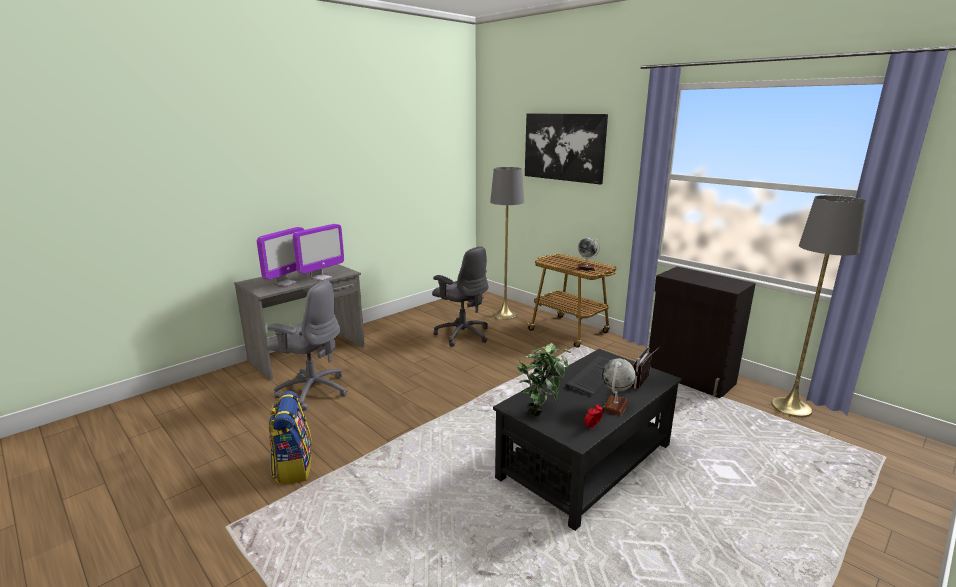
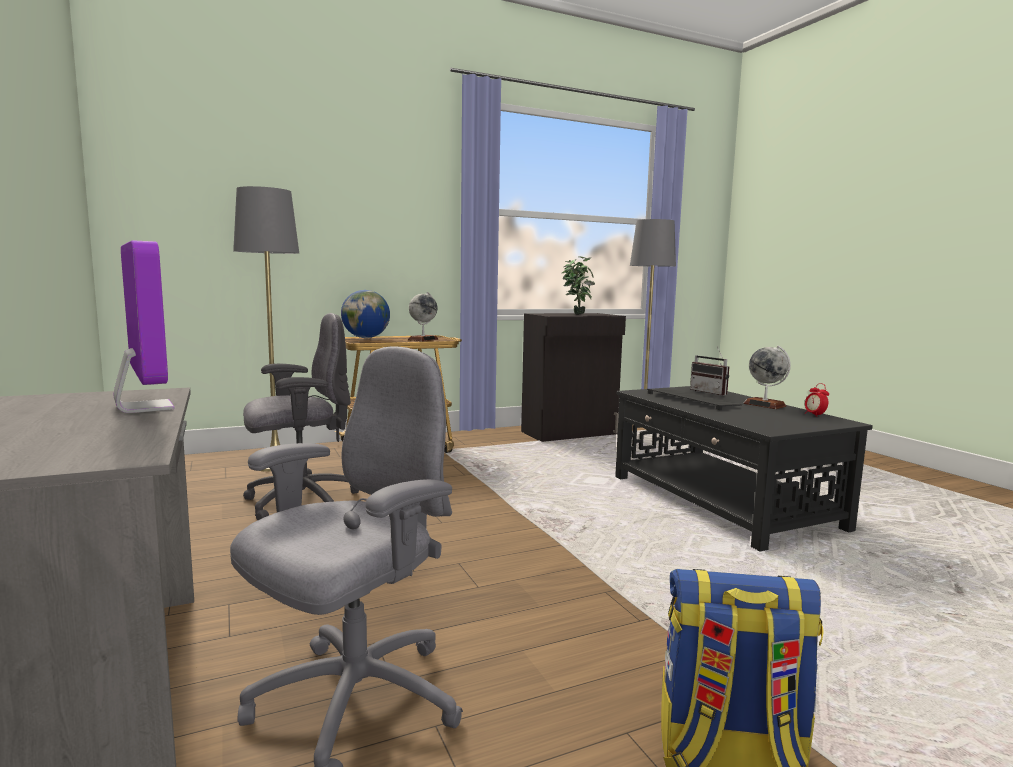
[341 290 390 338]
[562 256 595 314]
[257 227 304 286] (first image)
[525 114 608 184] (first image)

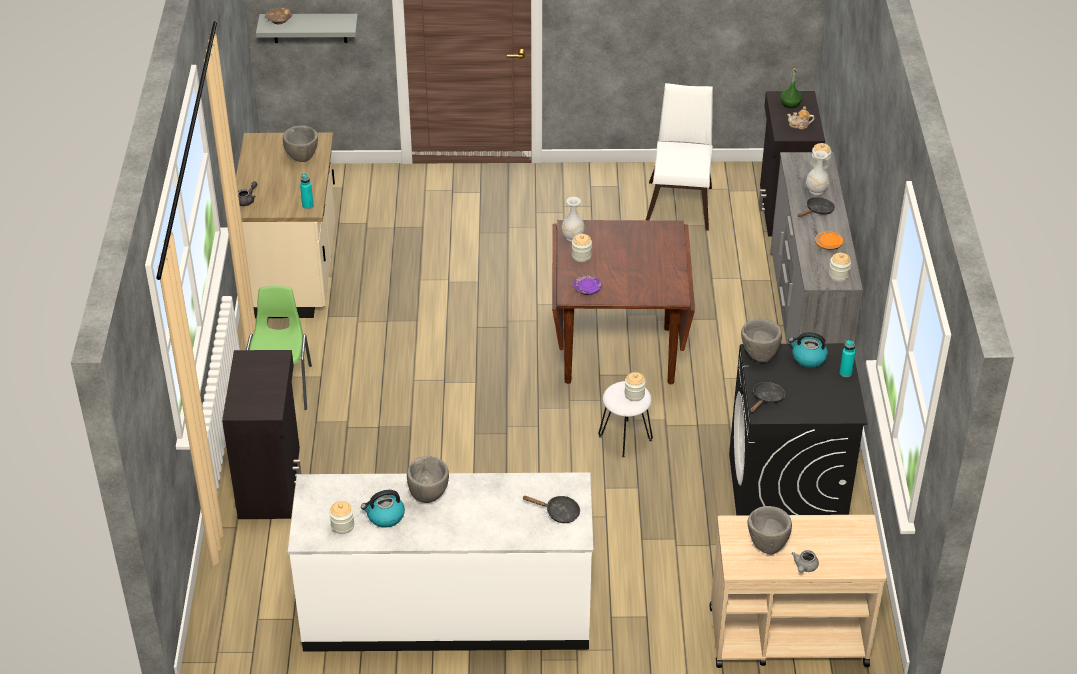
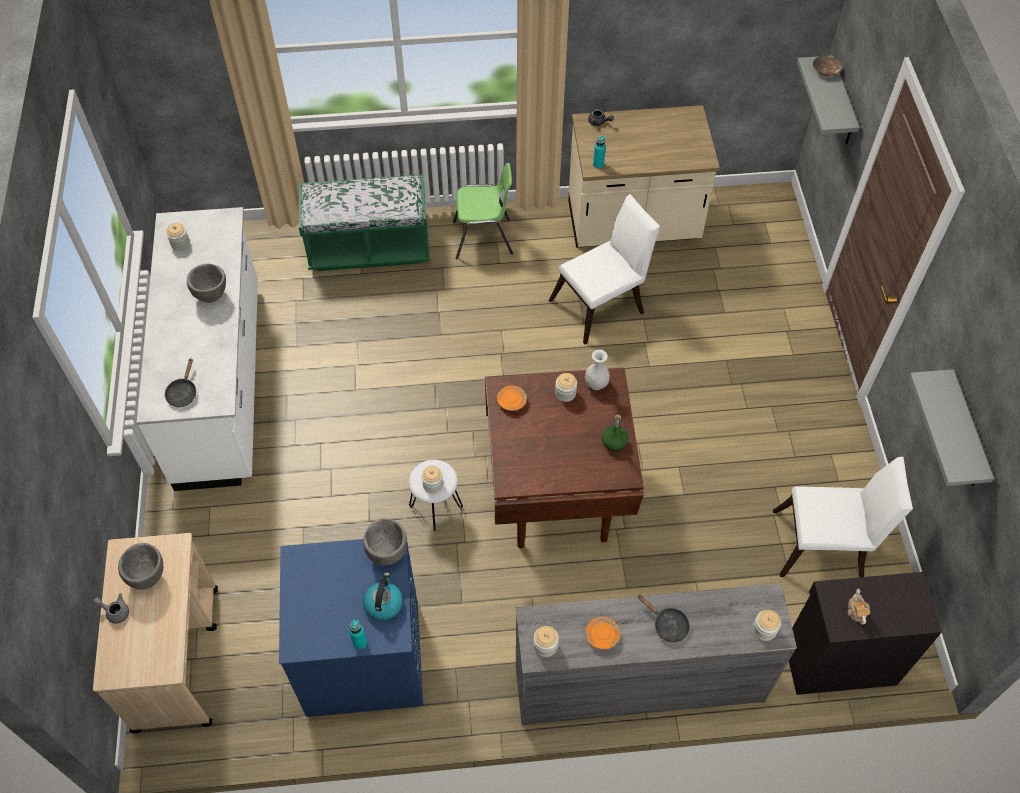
[279 539 423 717]
[299 174 430 271]
[497 386 527 411]
[548 194 660 344]
[602 414 628 451]
[909 369 994 486]
[283 126 318 162] (first image)
[361 490 405 528] (first image)
[750 382 785 412] (first image)
[806 150 829 195] (first image)

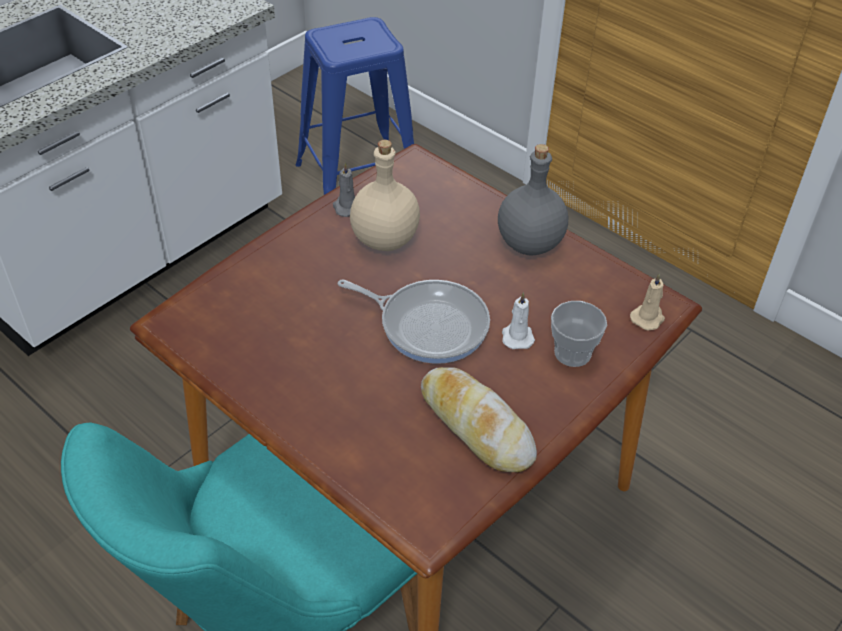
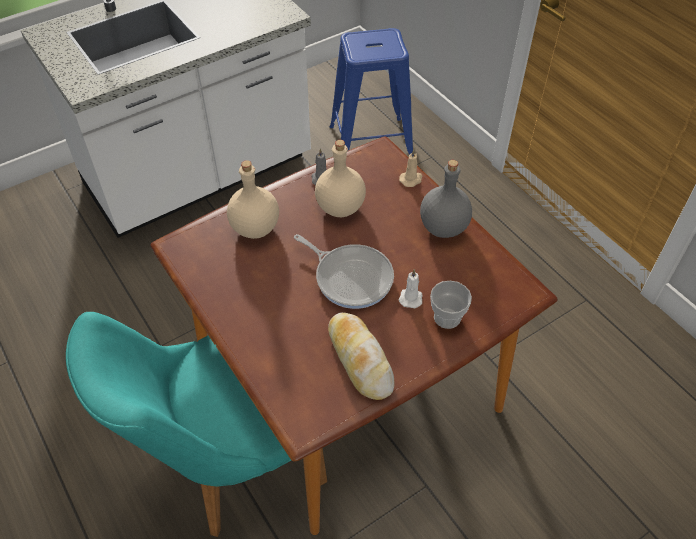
[227 160 279 239]
[399 149 422 187]

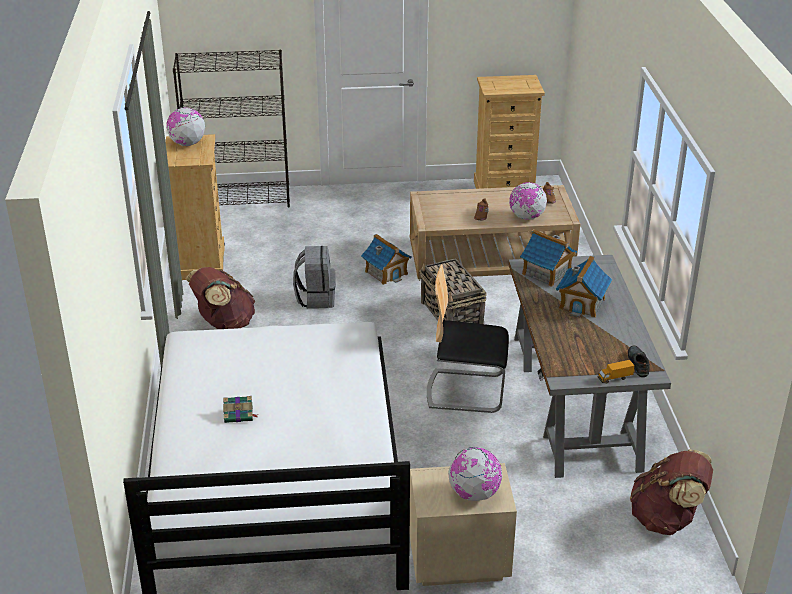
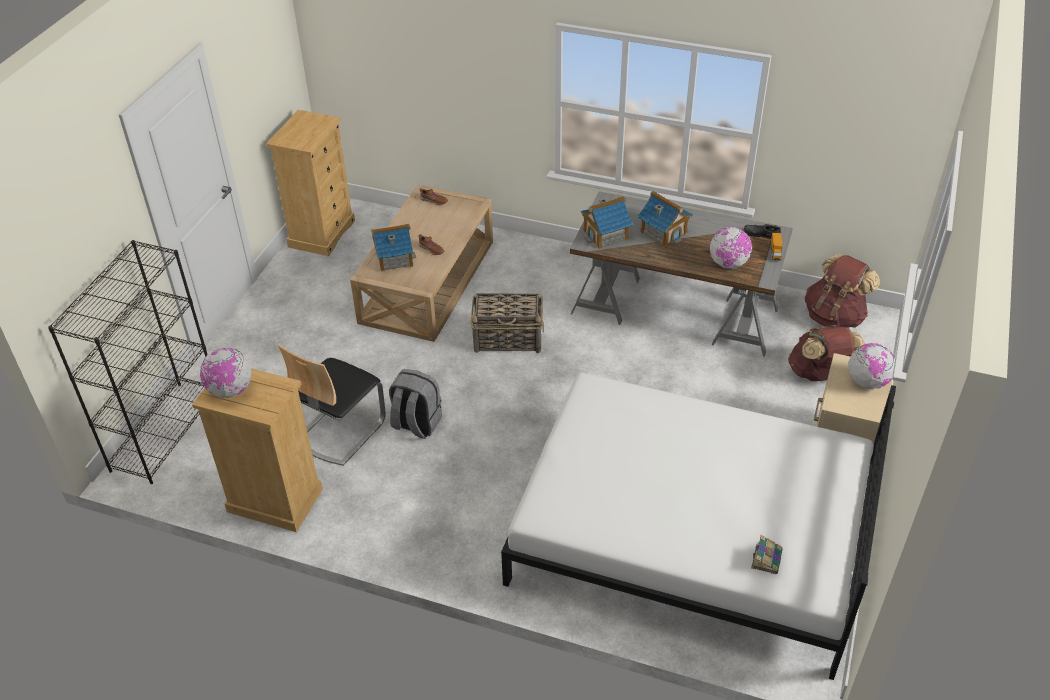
[278 344 386 466]
[371 224 416 272]
[710 227 752 269]
[751 535 783 574]
[788 325 865 381]

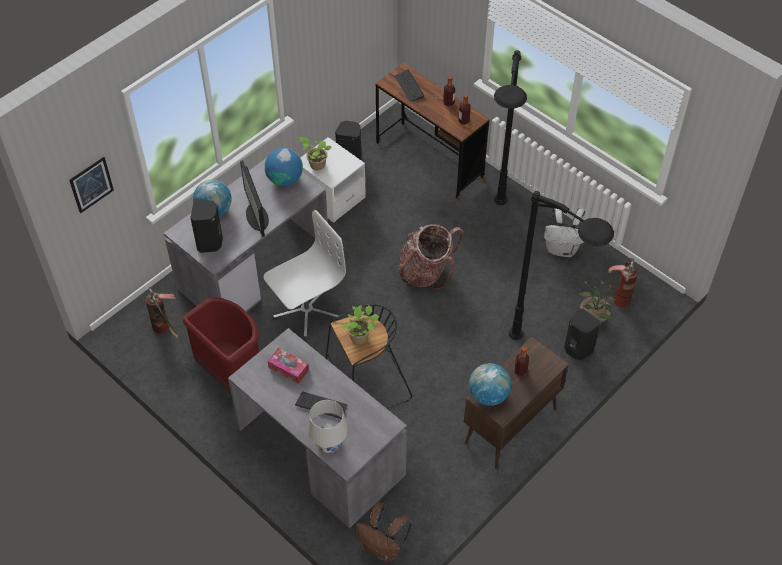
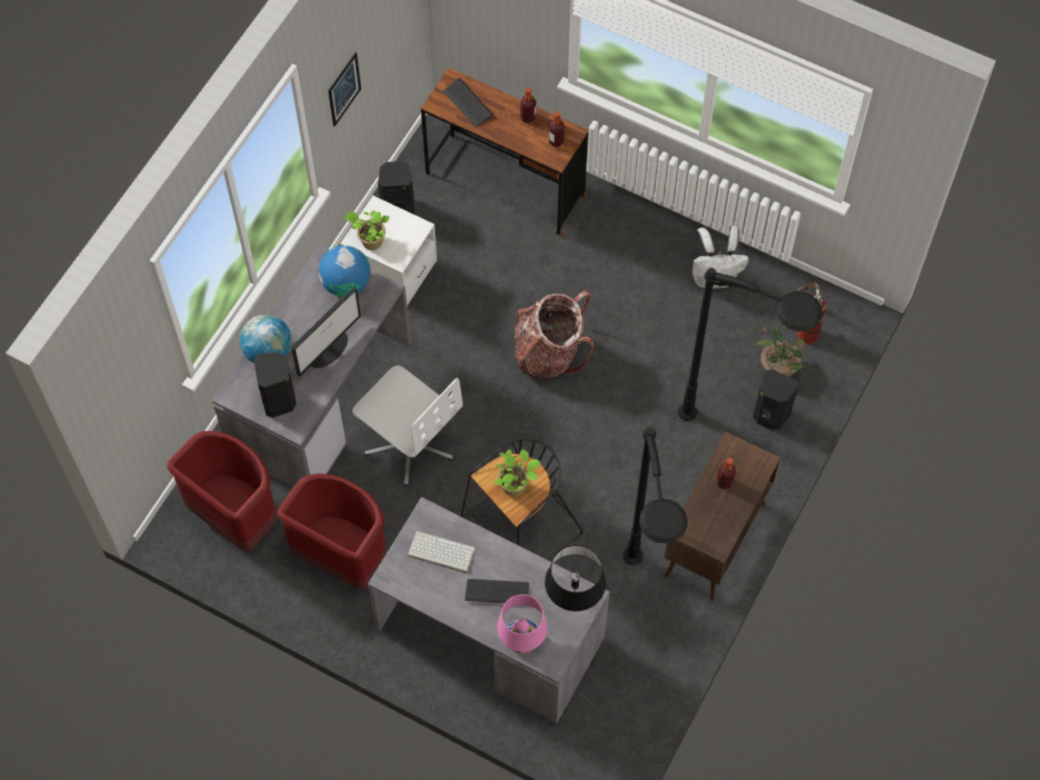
[167 431 277 551]
[291 287 361 376]
[328 52 361 127]
[352 365 463 487]
[408 531 475 573]
[497 594 547 653]
[545 545 606 611]
[623 427 688 565]
[355 502 412 563] (first image)
[469 363 511 406] (first image)

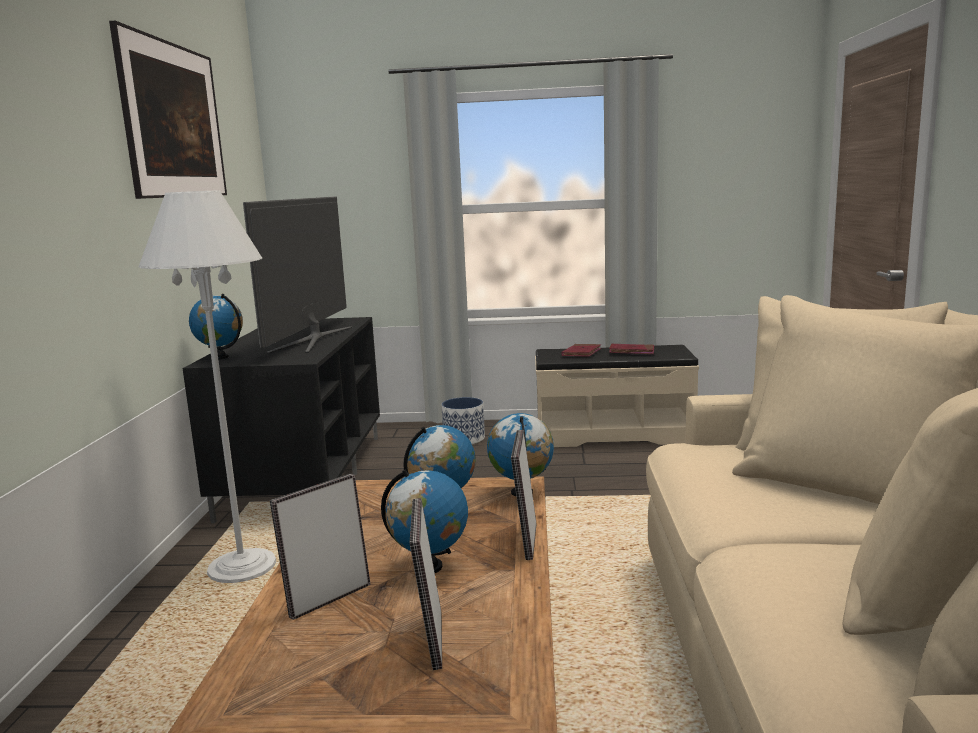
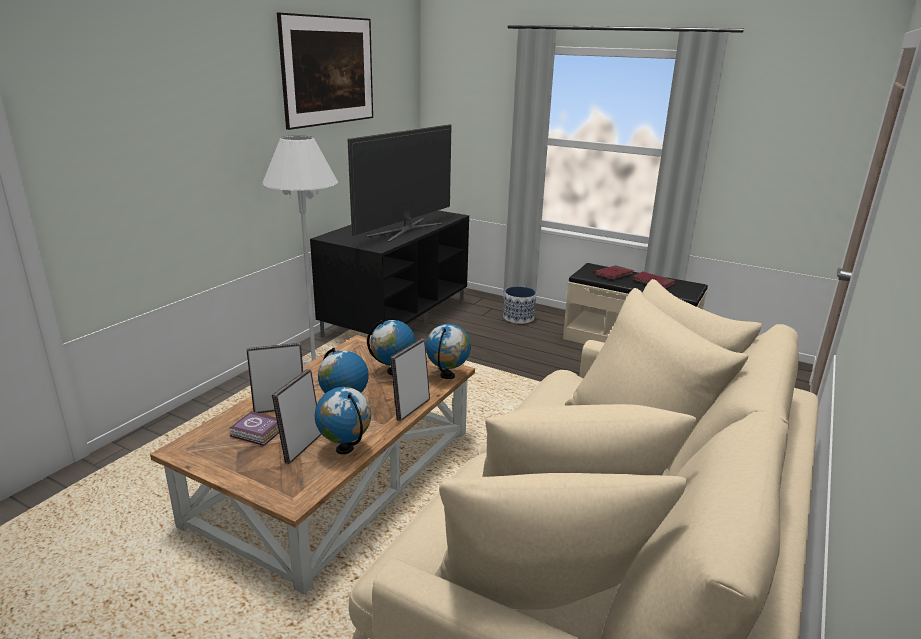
[230 411 279 446]
[315 387 371 454]

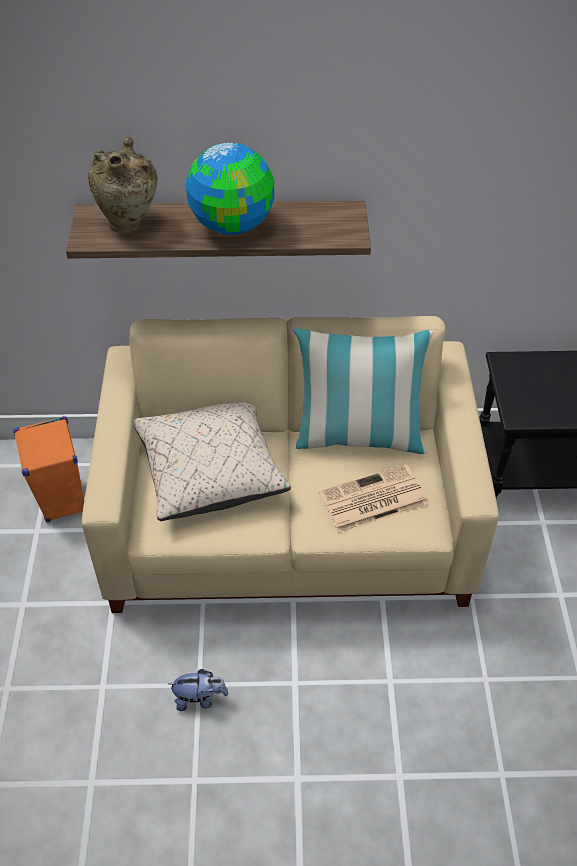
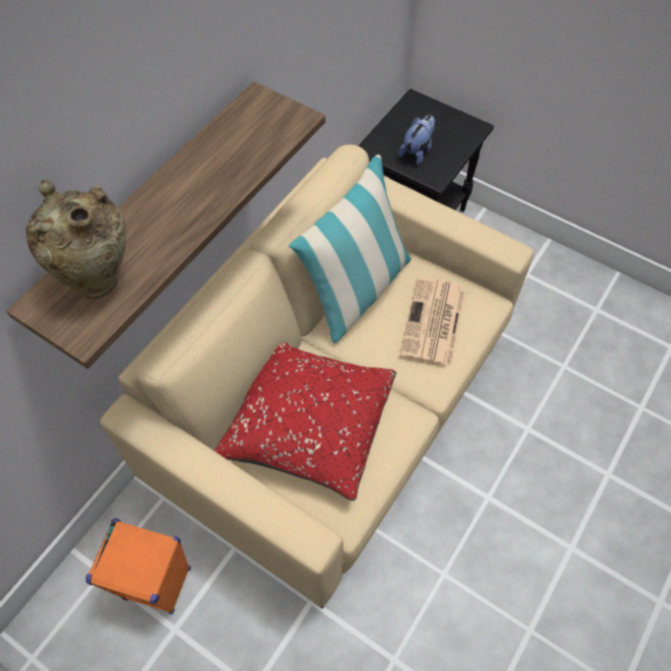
[214 342 397 501]
[399 115 435 165]
[186 143 274 235] (first image)

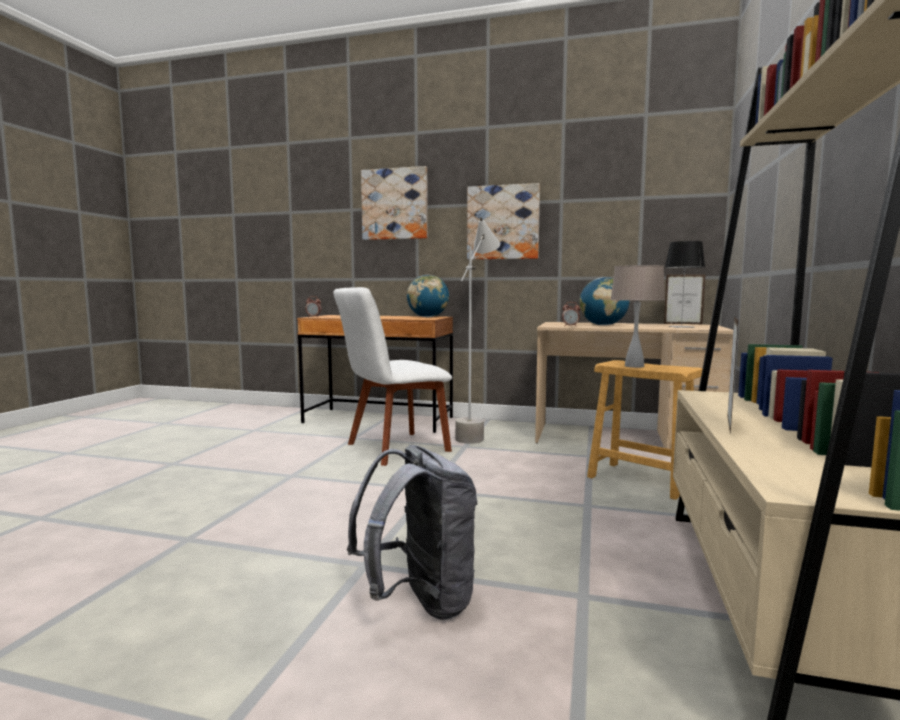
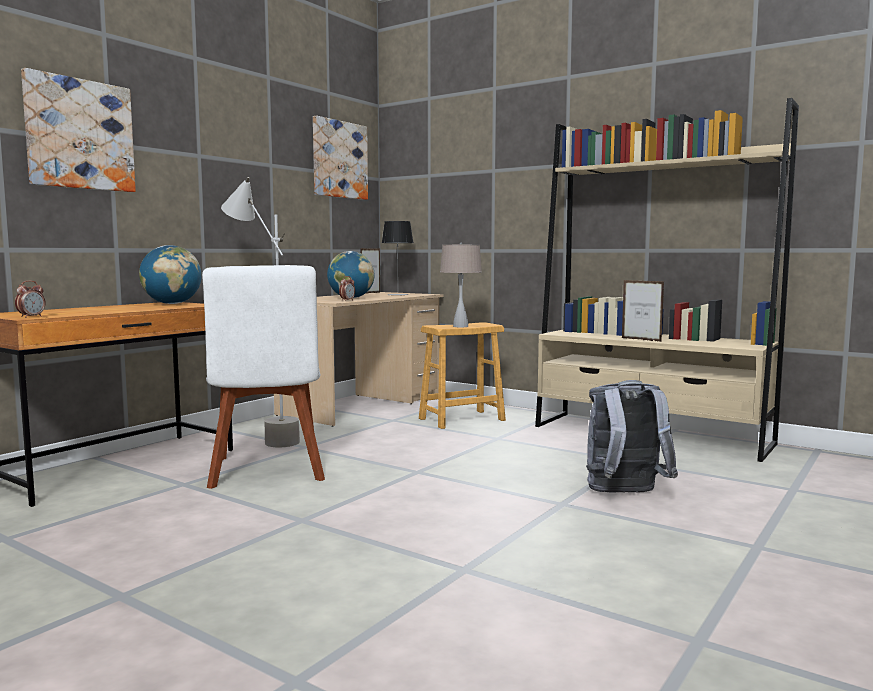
[313 116 368 200]

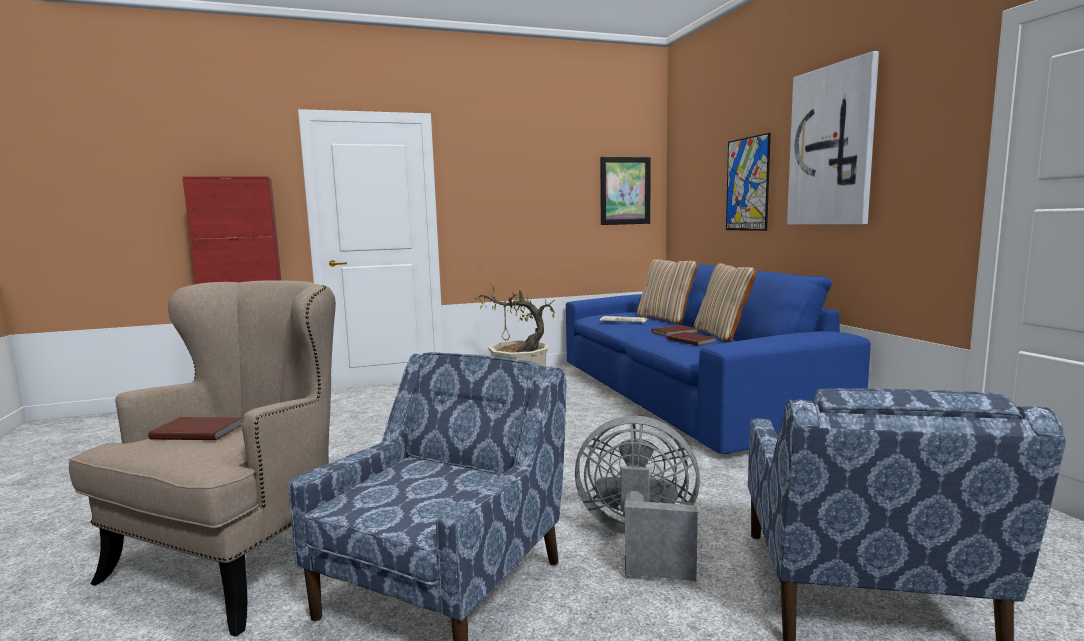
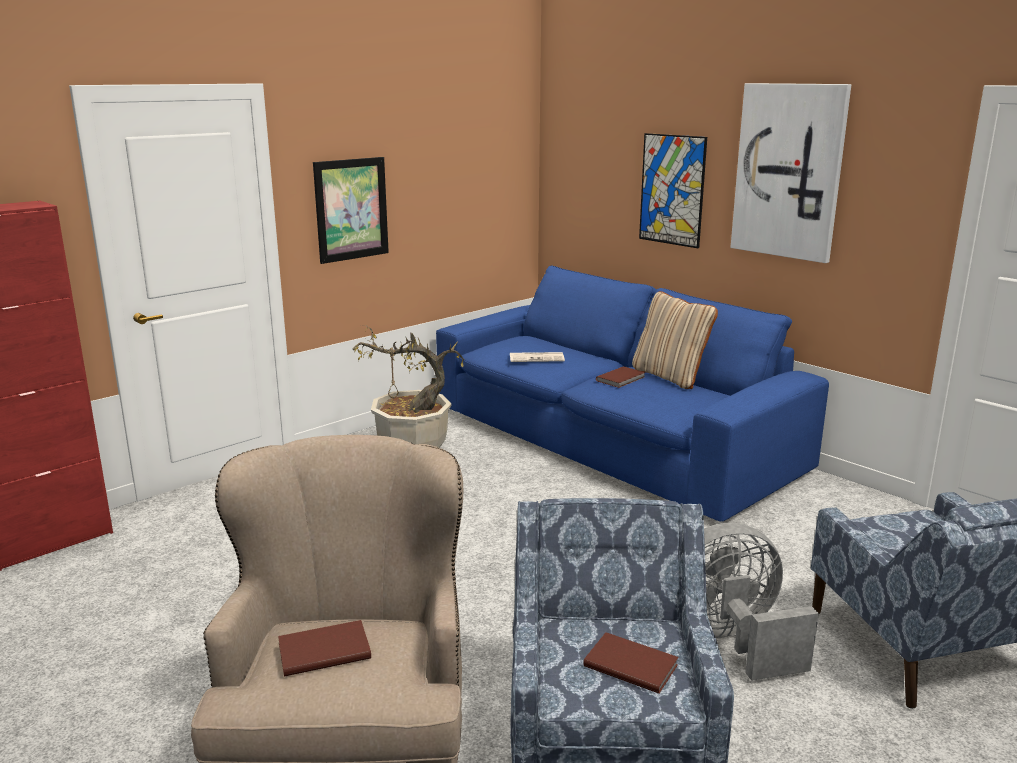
[313 157 389 264]
[583 632 679 694]
[637 258 698 324] (first image)

